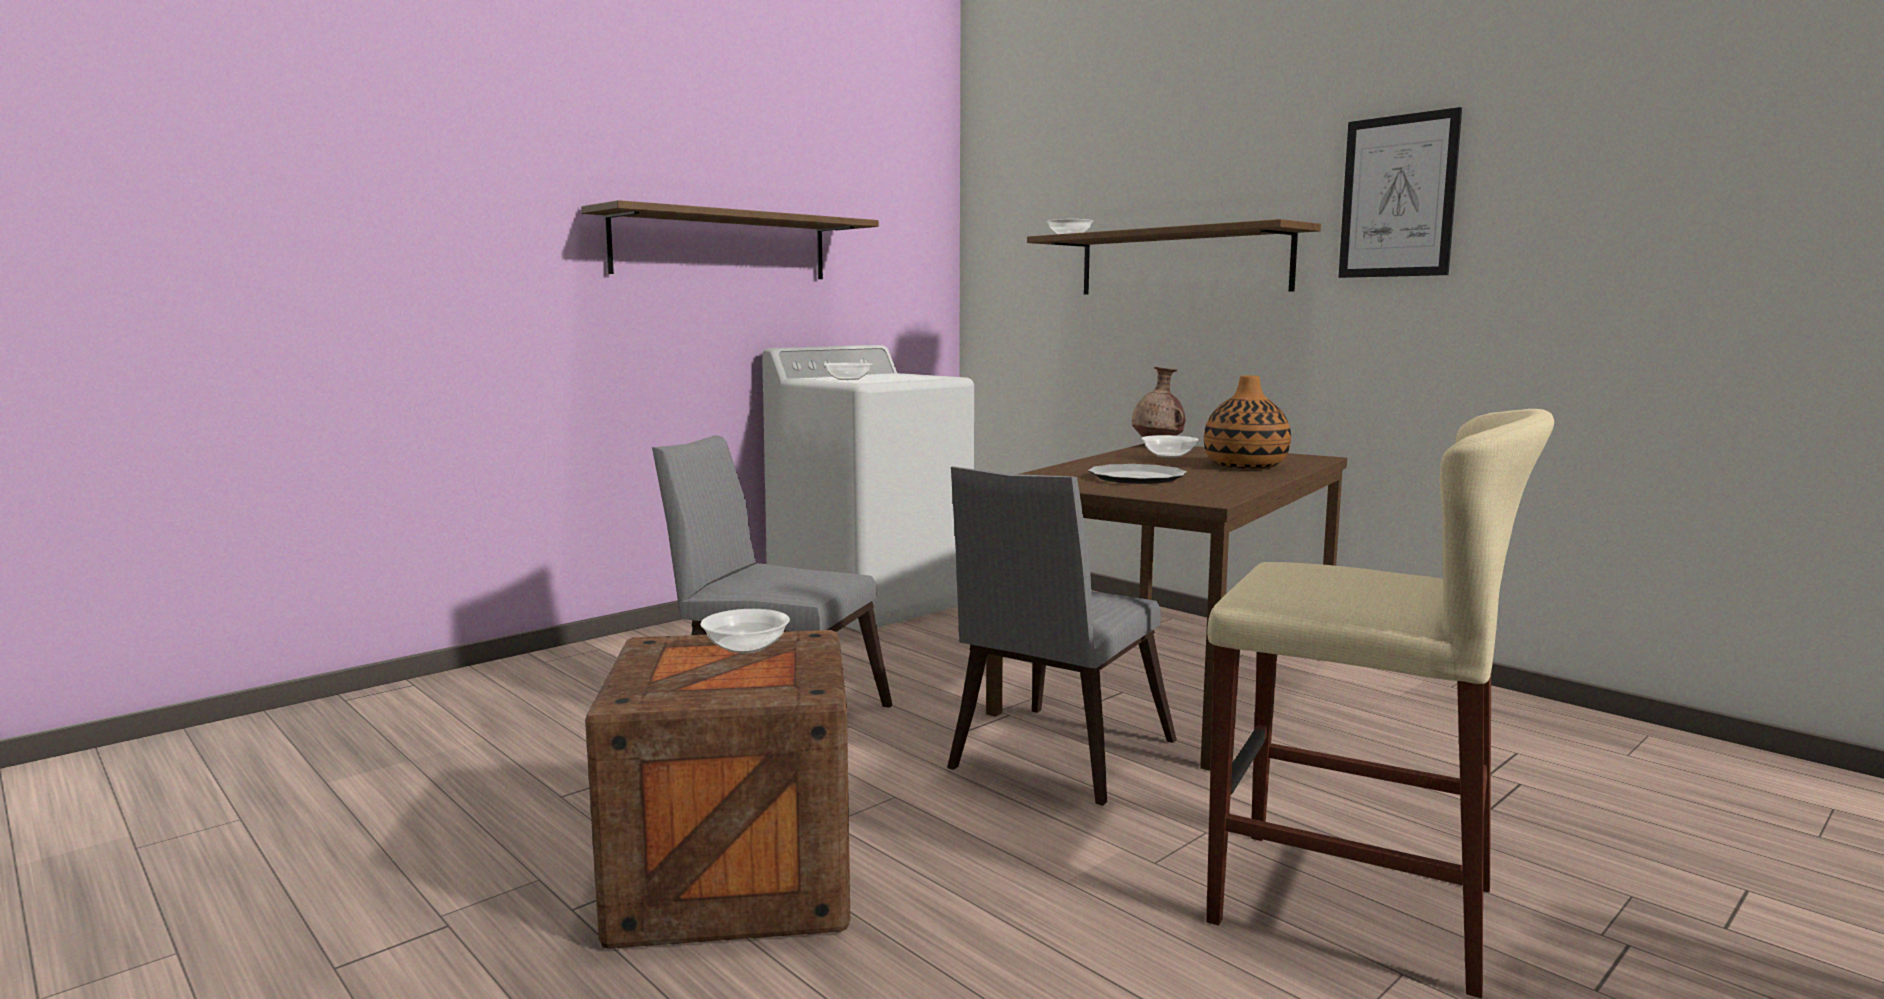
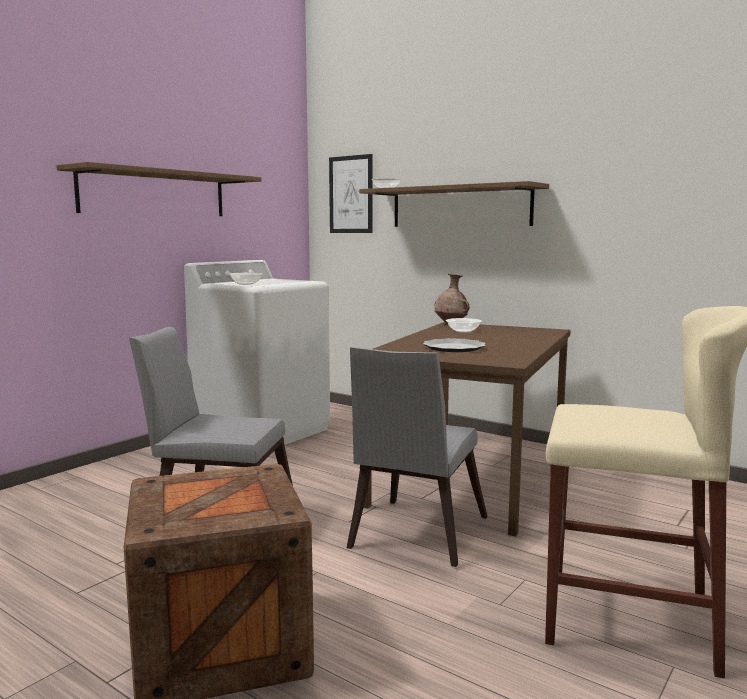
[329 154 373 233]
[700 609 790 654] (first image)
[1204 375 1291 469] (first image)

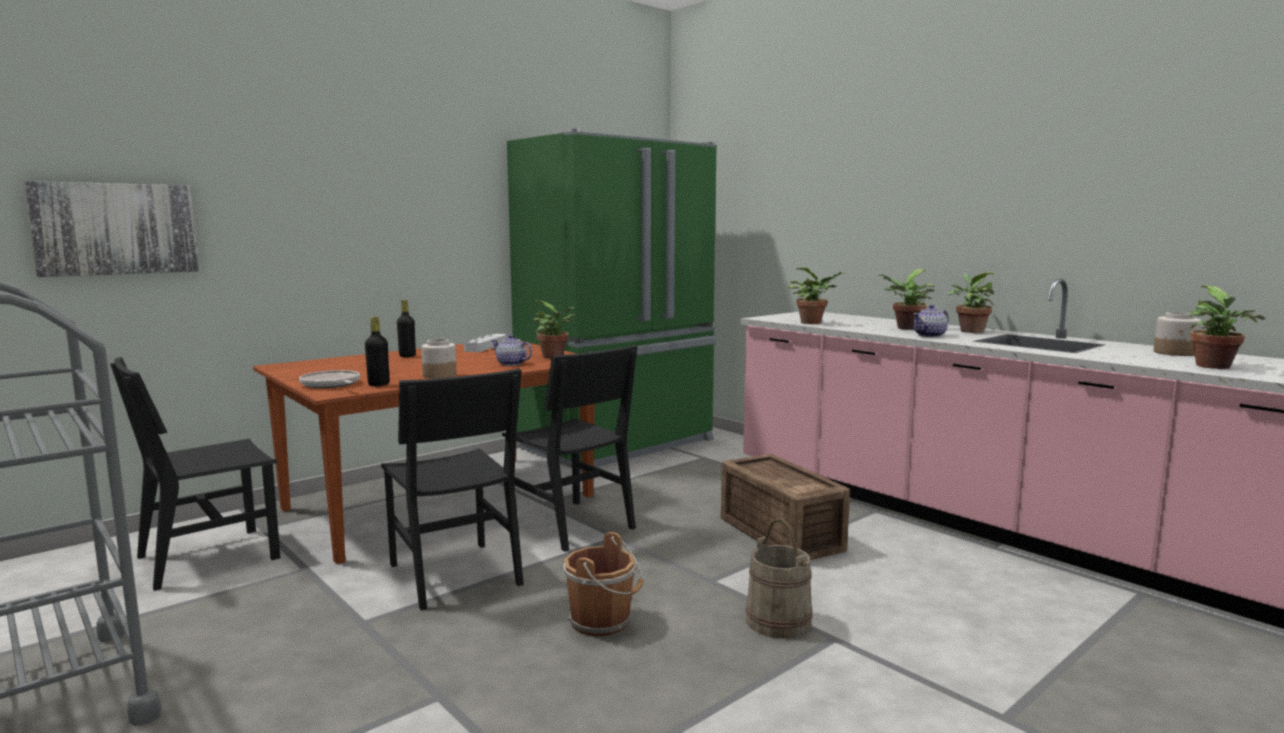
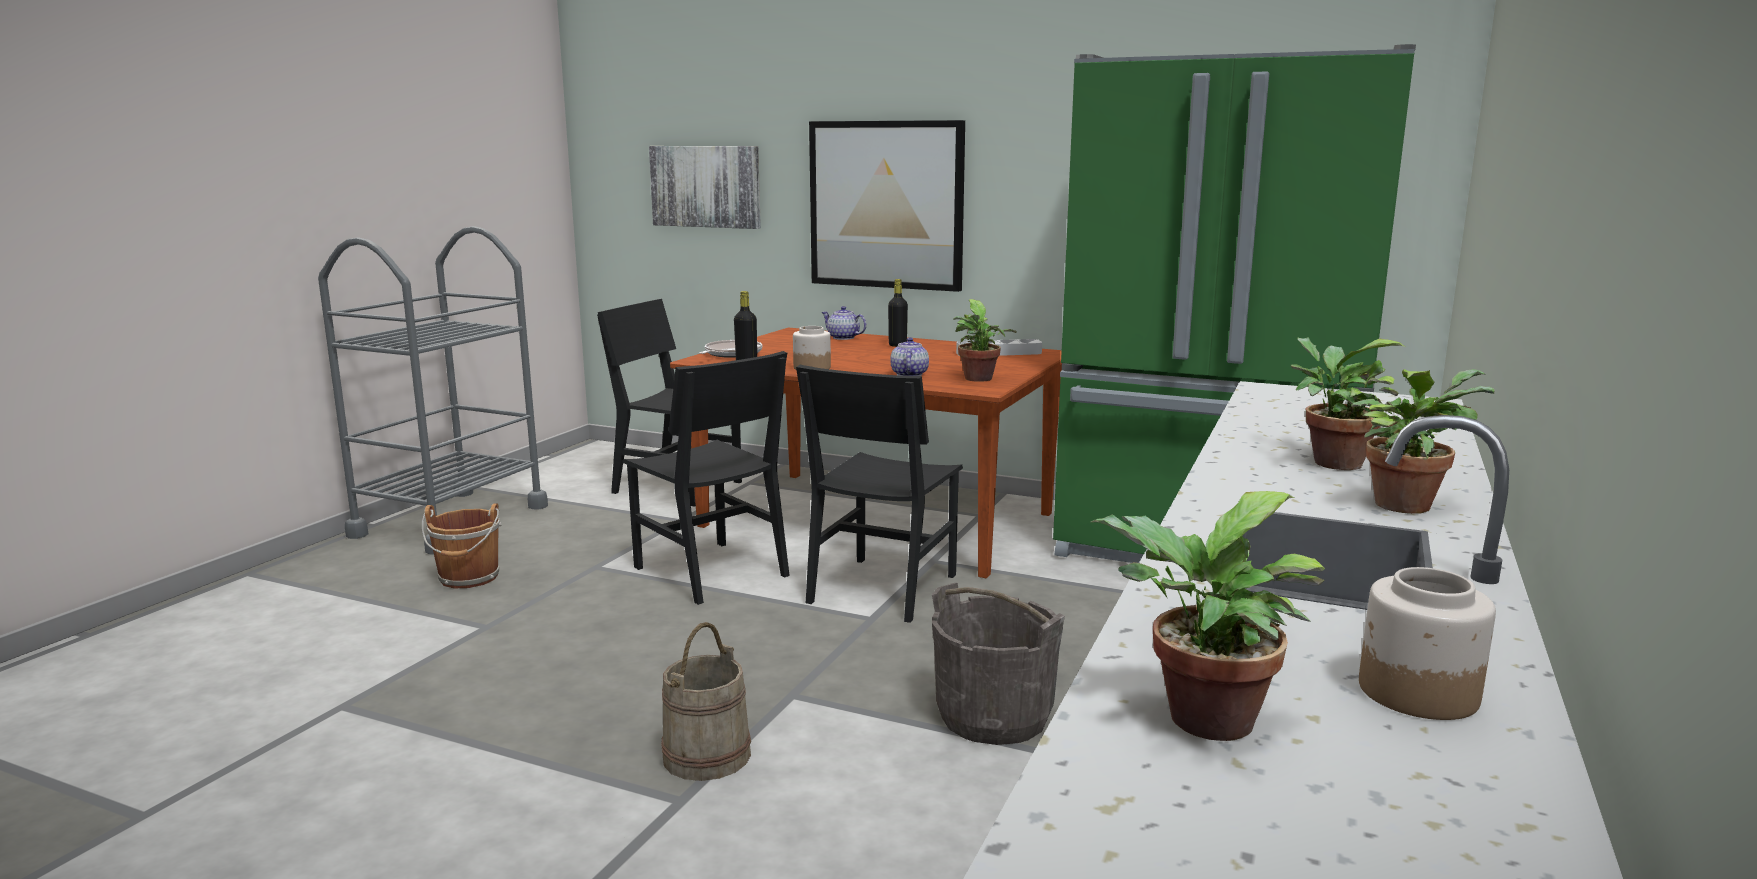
[422 503 502 588]
[623 351 790 605]
[809 120 965 292]
[821 306 867 340]
[932 583 1065 745]
[788 268 845 324] (first image)

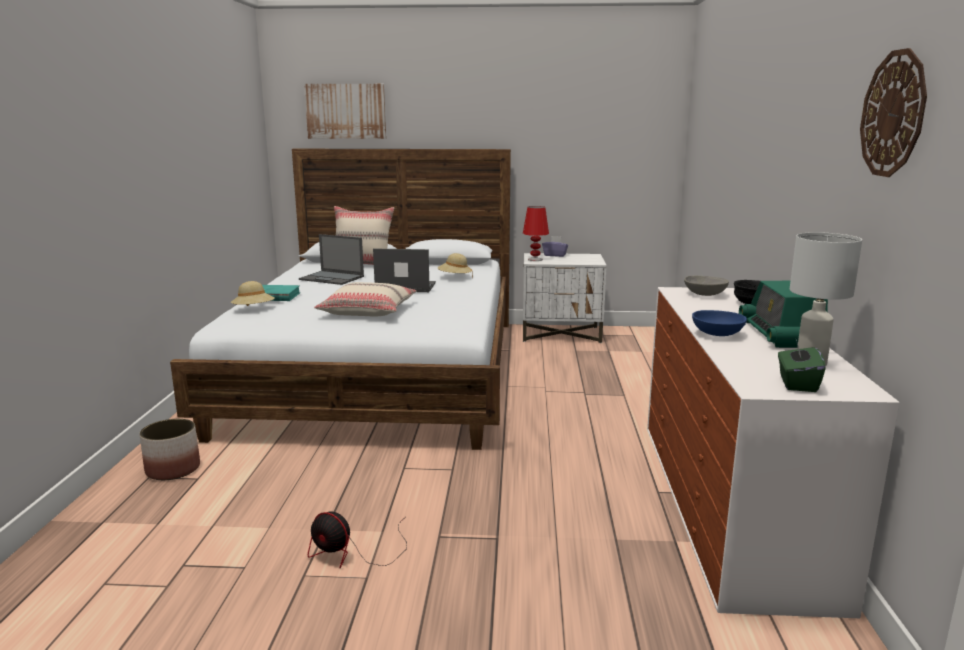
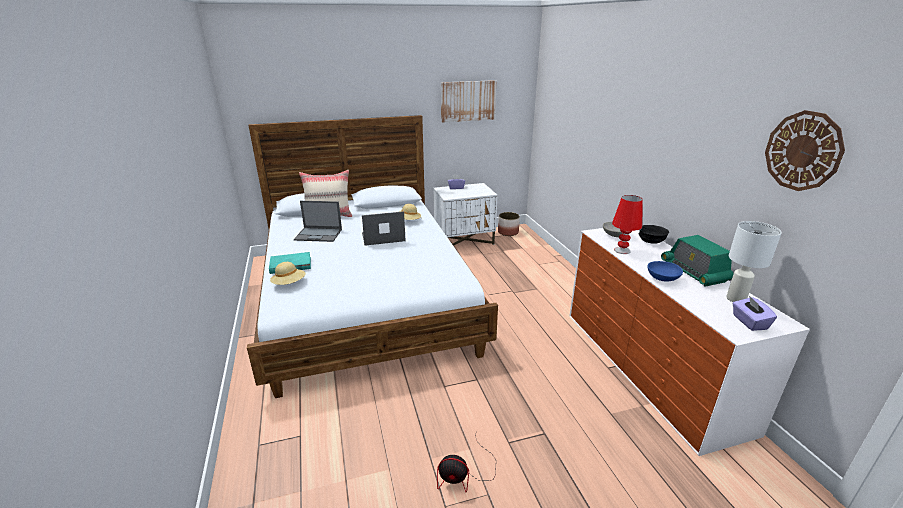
[441 80 496 123]
[498 212 520 236]
[612 195 643 254]
[732 296 777 331]
[314 282 416 316] (first image)

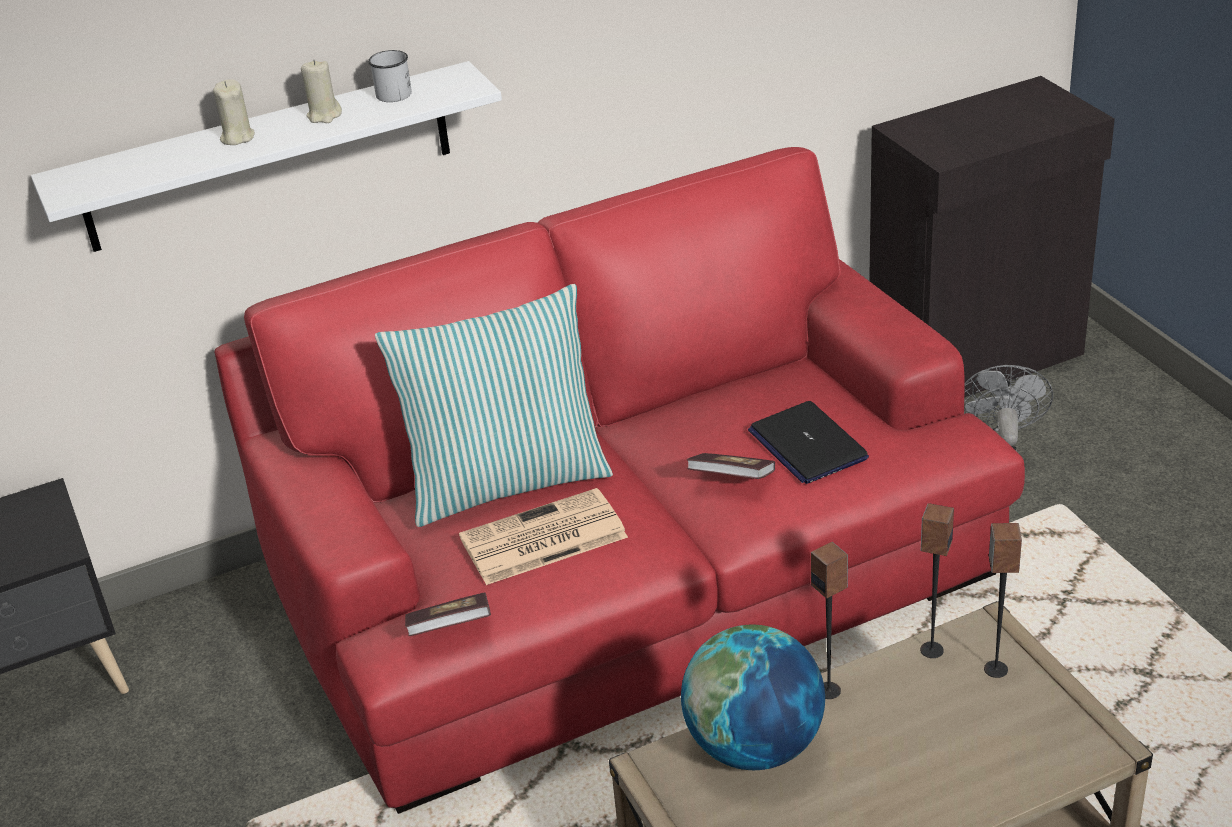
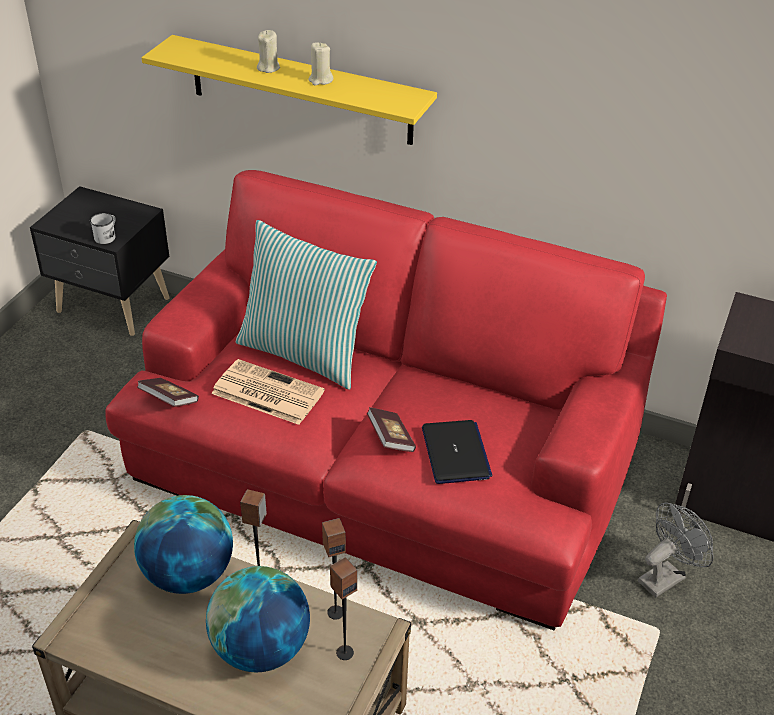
[90 213 115 244]
[142 35 437 145]
[206 566 310 672]
[422 420 493 484]

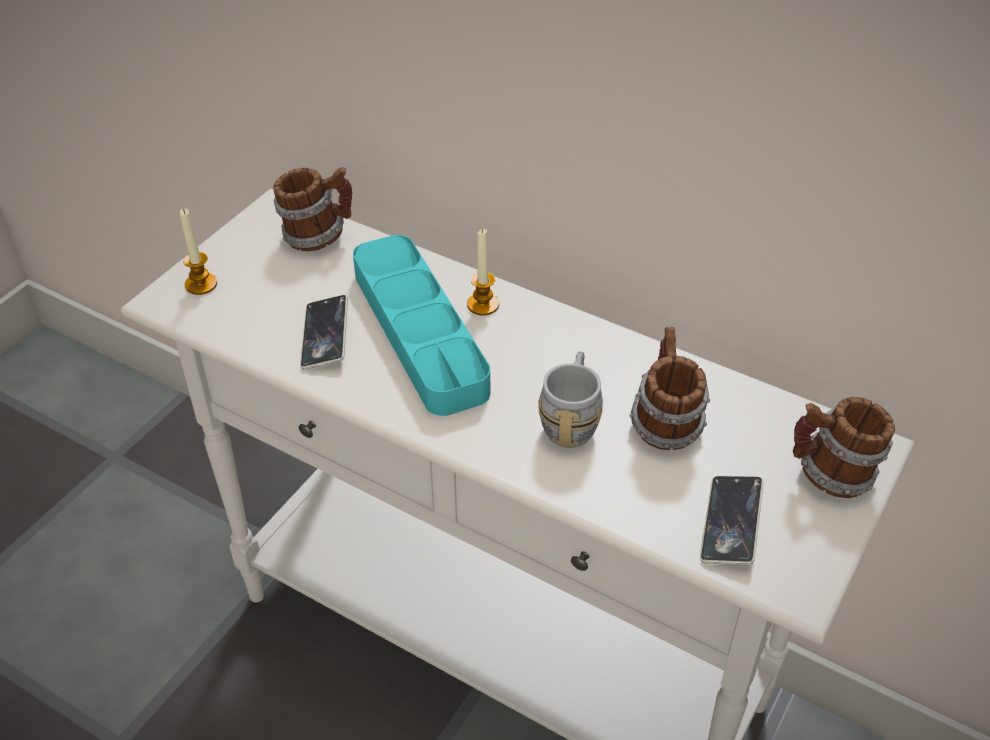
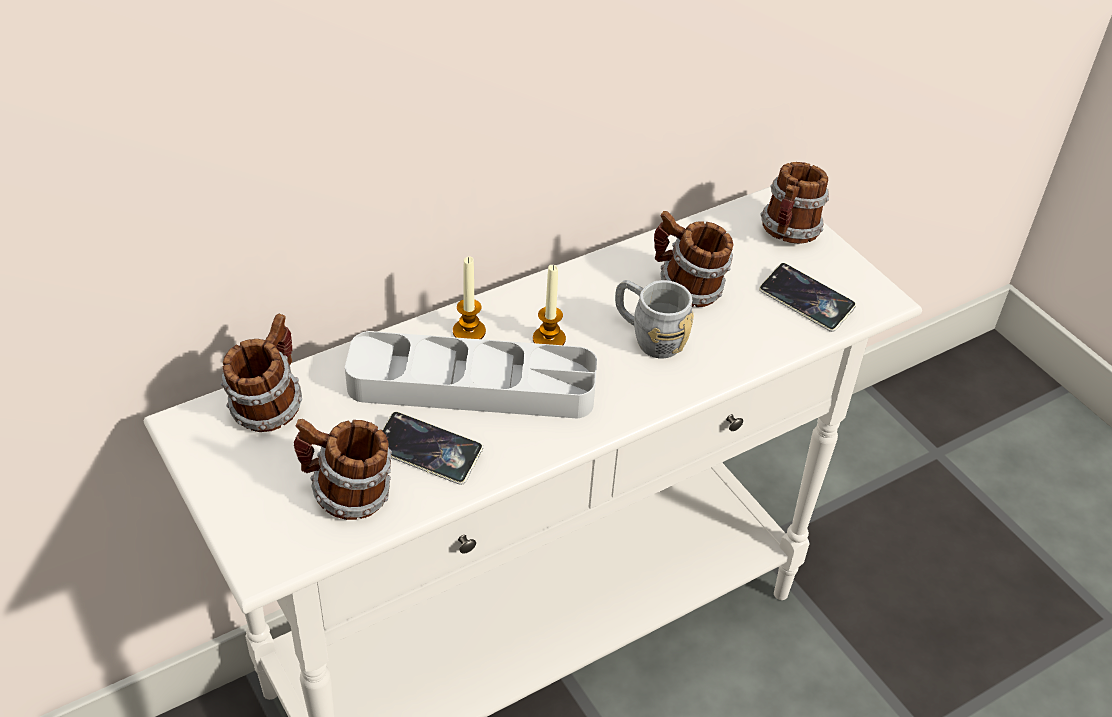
[294 419 392 520]
[345 331 597 419]
[533 265 566 345]

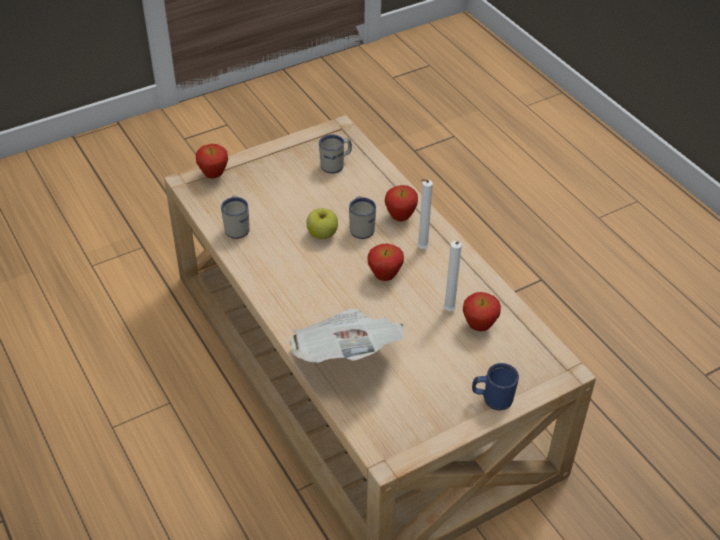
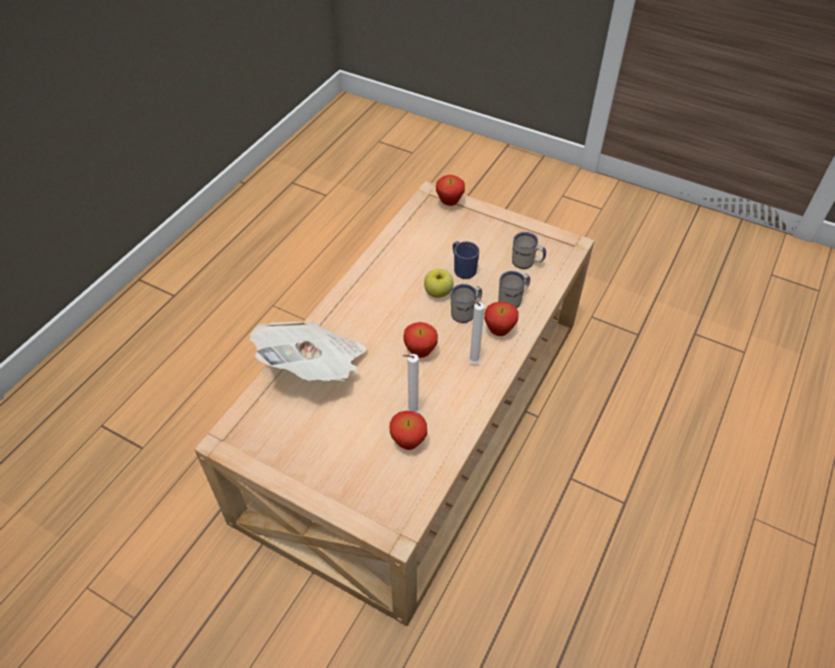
[453 241 479 279]
[498 271 530 308]

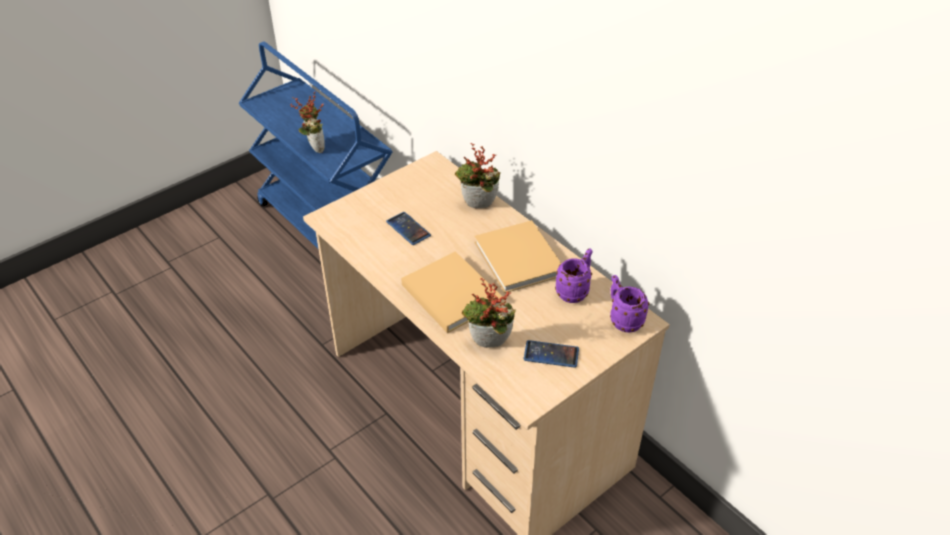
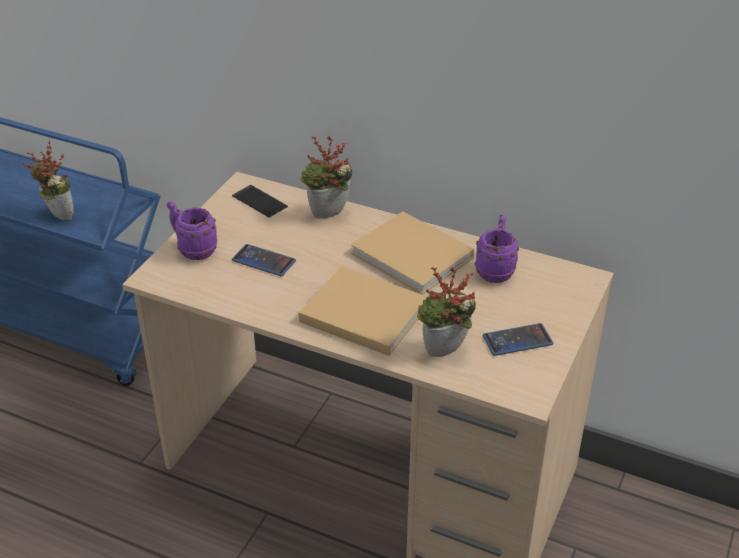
[167 201 217 260]
[232 185 288 218]

